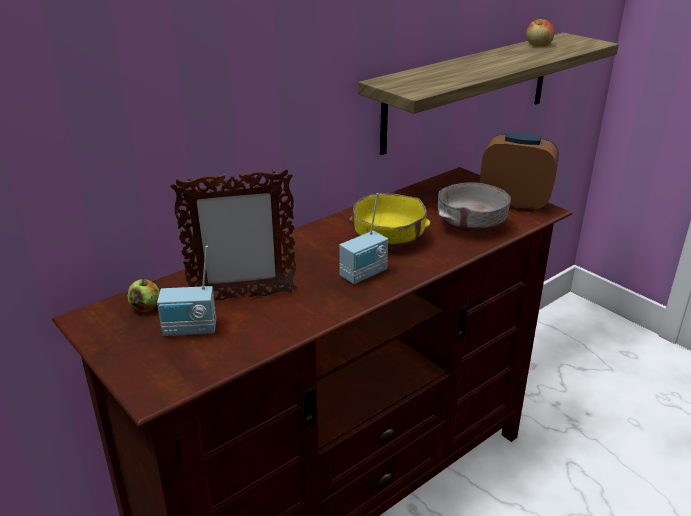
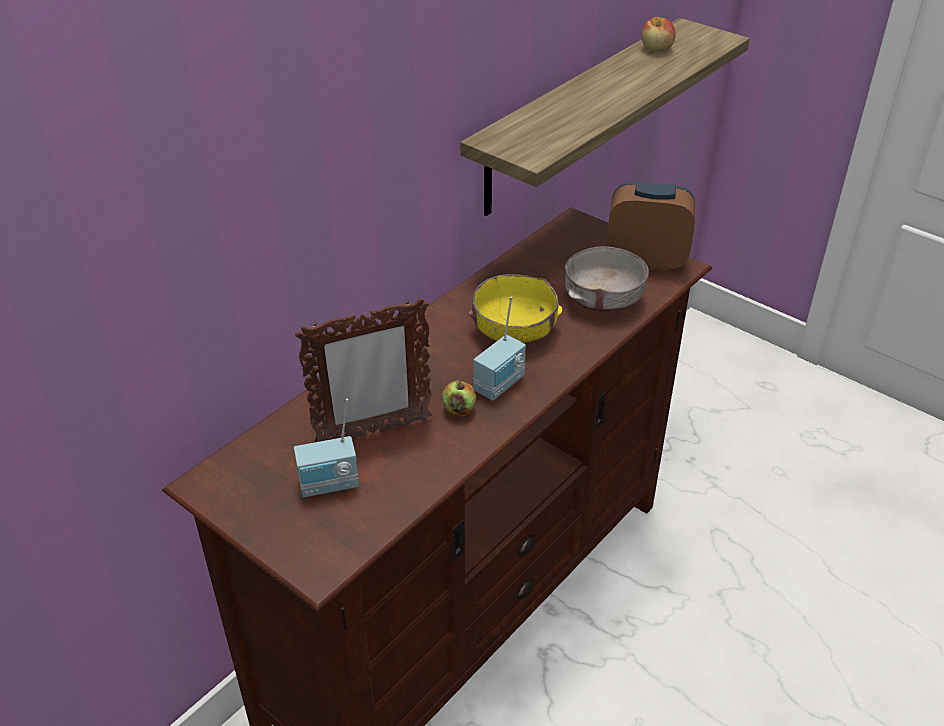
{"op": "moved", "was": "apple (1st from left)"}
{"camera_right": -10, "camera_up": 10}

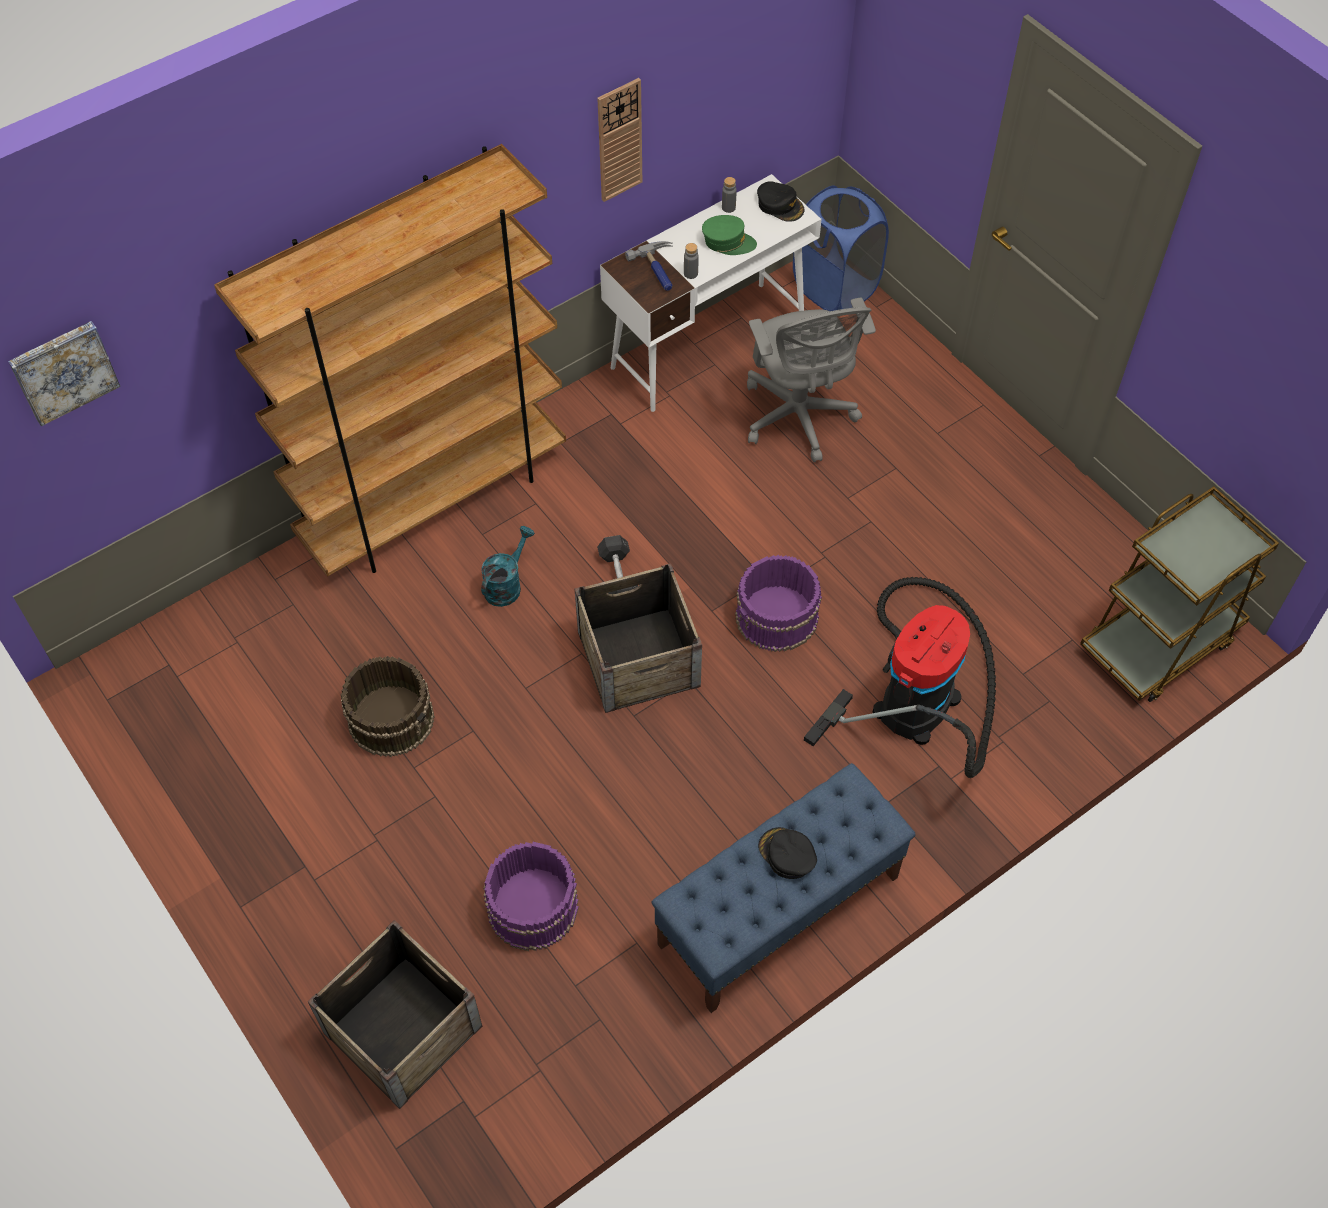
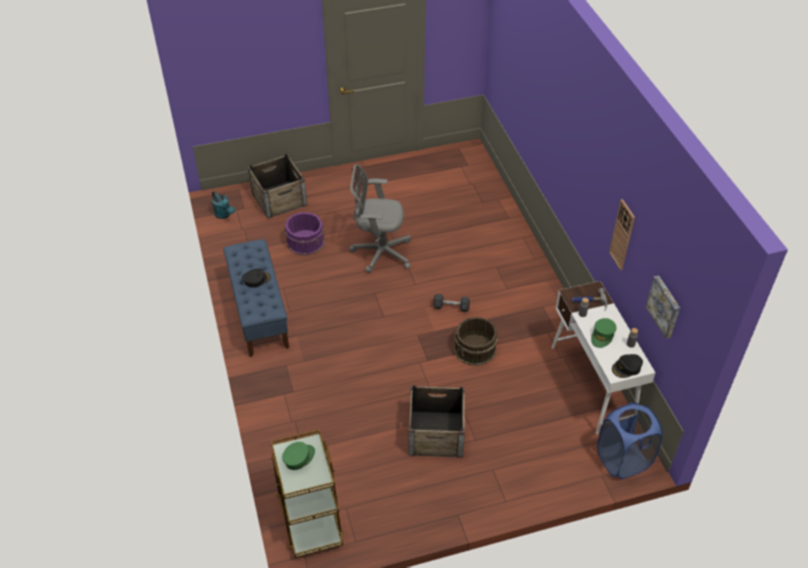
{"op": "moved", "was": "turquoise_sprinkling_can"}
{"op": "added", "now": "greenish_peaked_cap (1st from left)"}
{"op": "moved", "was": "greyish_computer_chair"}
{"op": "moved", "was": "shipping_crate (2nd from left)"}
{"op": "moved", "was": "brownish_water_bucket"}
{"op": "moved", "was": "picture"}
{"op": "removed", "was": "brownish_bookcase"}
{"op": "removed", "was": "purple-coloured_water_bucket (2nd from left)"}
{"op": "removed", "was": "hoover"}
{"camera_right": 110, "camera_up": -10}

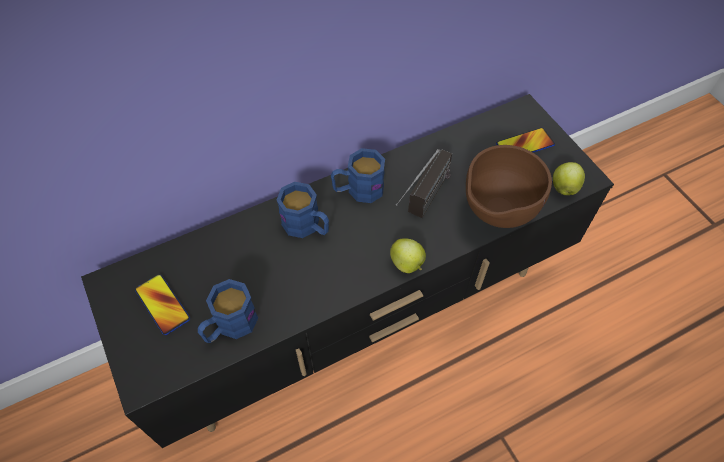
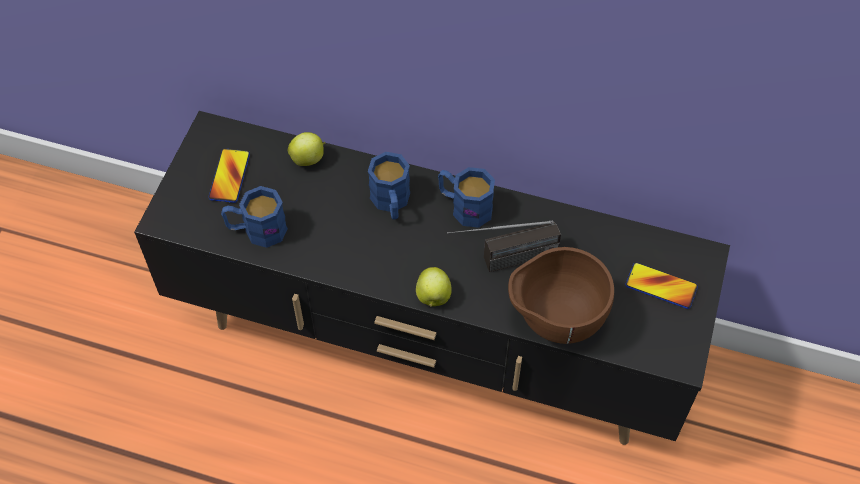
{"op": "moved", "was": "apple (2nd from left in the first image)", "now": "apple (1st from left)"}
{"camera_right": 45, "camera_up": 0}

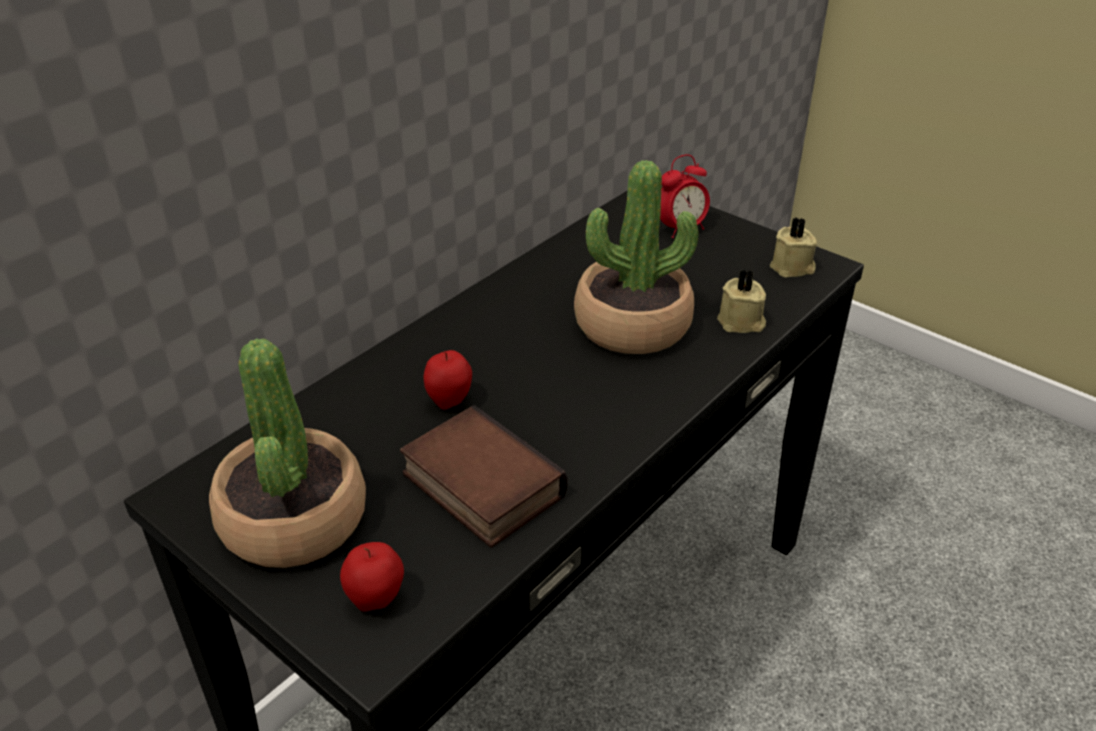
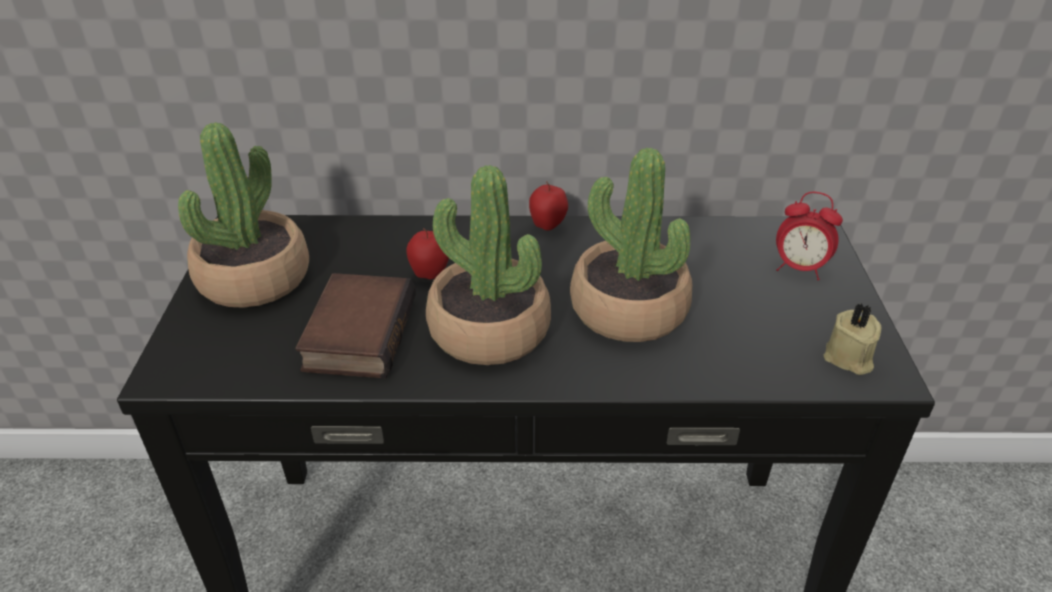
{"op": "added", "now": "potted_plant (2nd from left)"}
{"op": "moved", "was": "apple (1st from left in the first image)", "now": "apple (2nd from left)"}
{"op": "removed", "was": "sand-coloured_wax_light (1st from left)"}
{"camera_right": 50, "camera_up": 0}

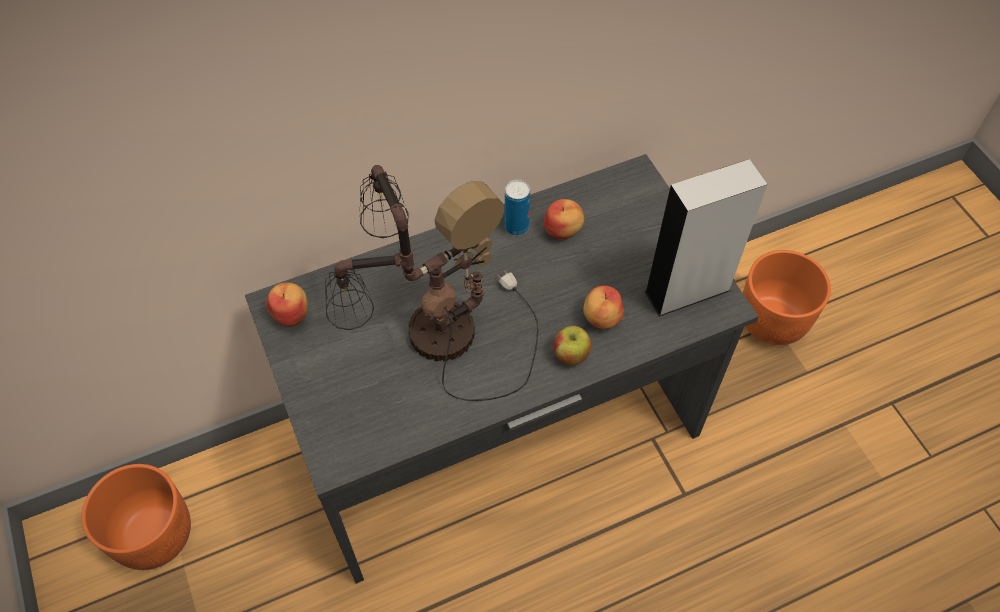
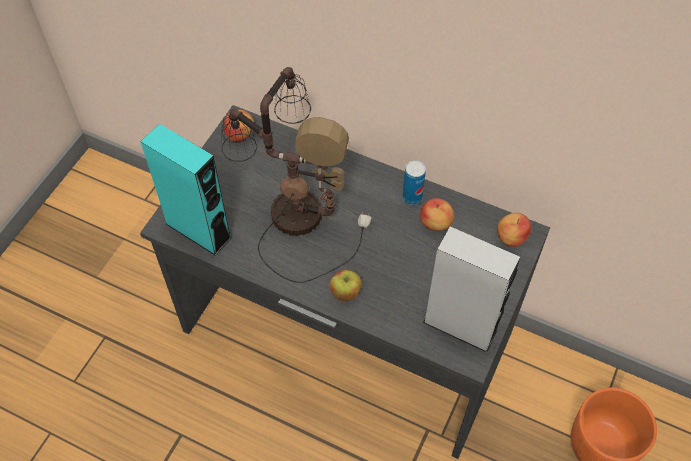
{"op": "added", "now": "turquoise_speaker"}
{"op": "moved", "was": "apple (4th from left)"}
{"op": "removed", "was": "orange-coloured_planter (1st from left)"}
{"camera_right": 50, "camera_up": 0}

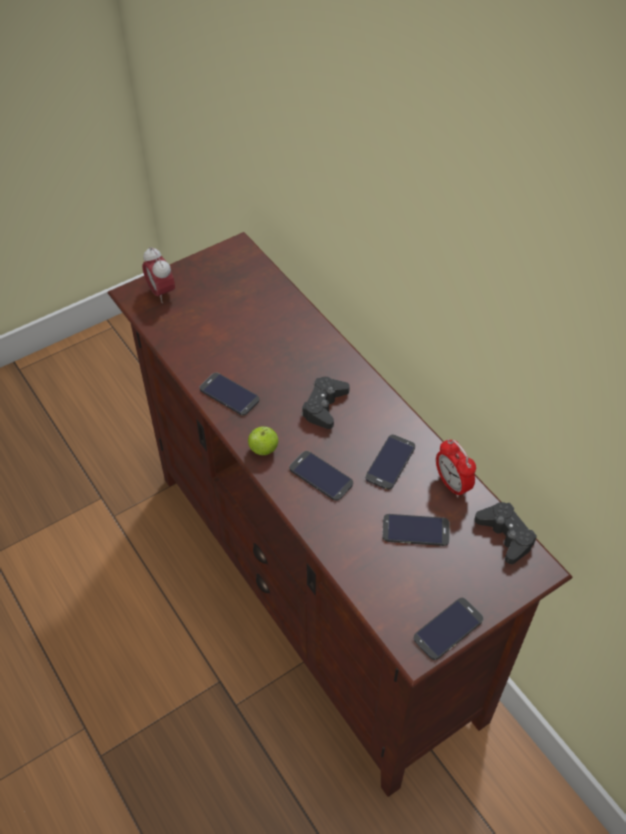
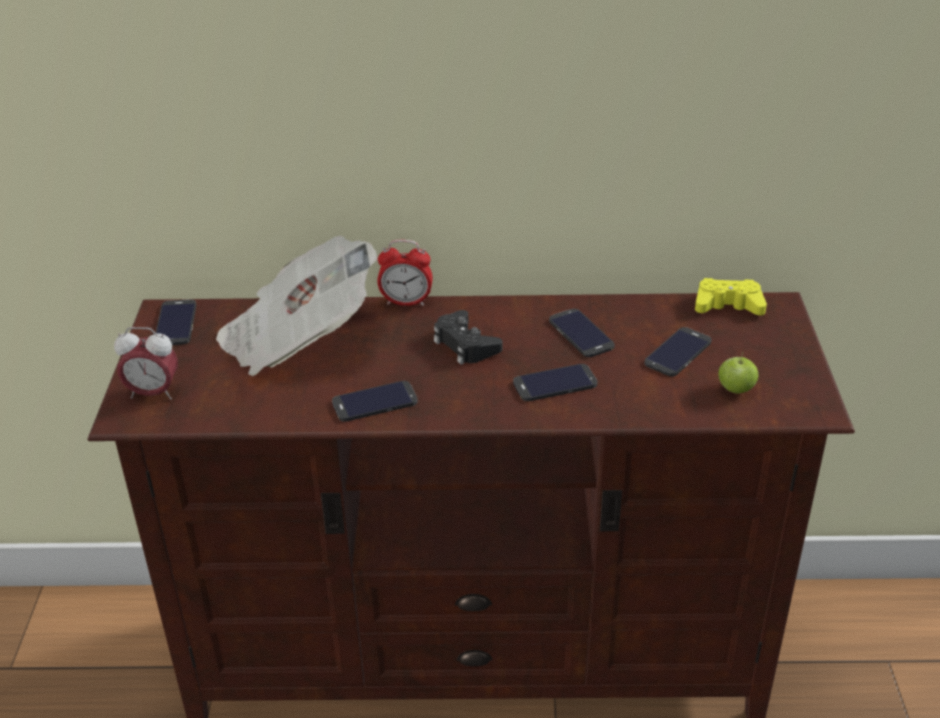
{"op": "moved", "was": "handset (5th from left in the first image)", "now": "handset (1st from left)"}
{"op": "added", "now": "printed_paper"}
{"op": "moved", "was": "bedside_clock (2nd from left)"}
{"op": "recoloured", "was": "black_gamepad (2nd from left)", "now": "yellow_gamepad"}
{"op": "moved", "was": "apple"}
{"camera_right": -55, "camera_up": -15}

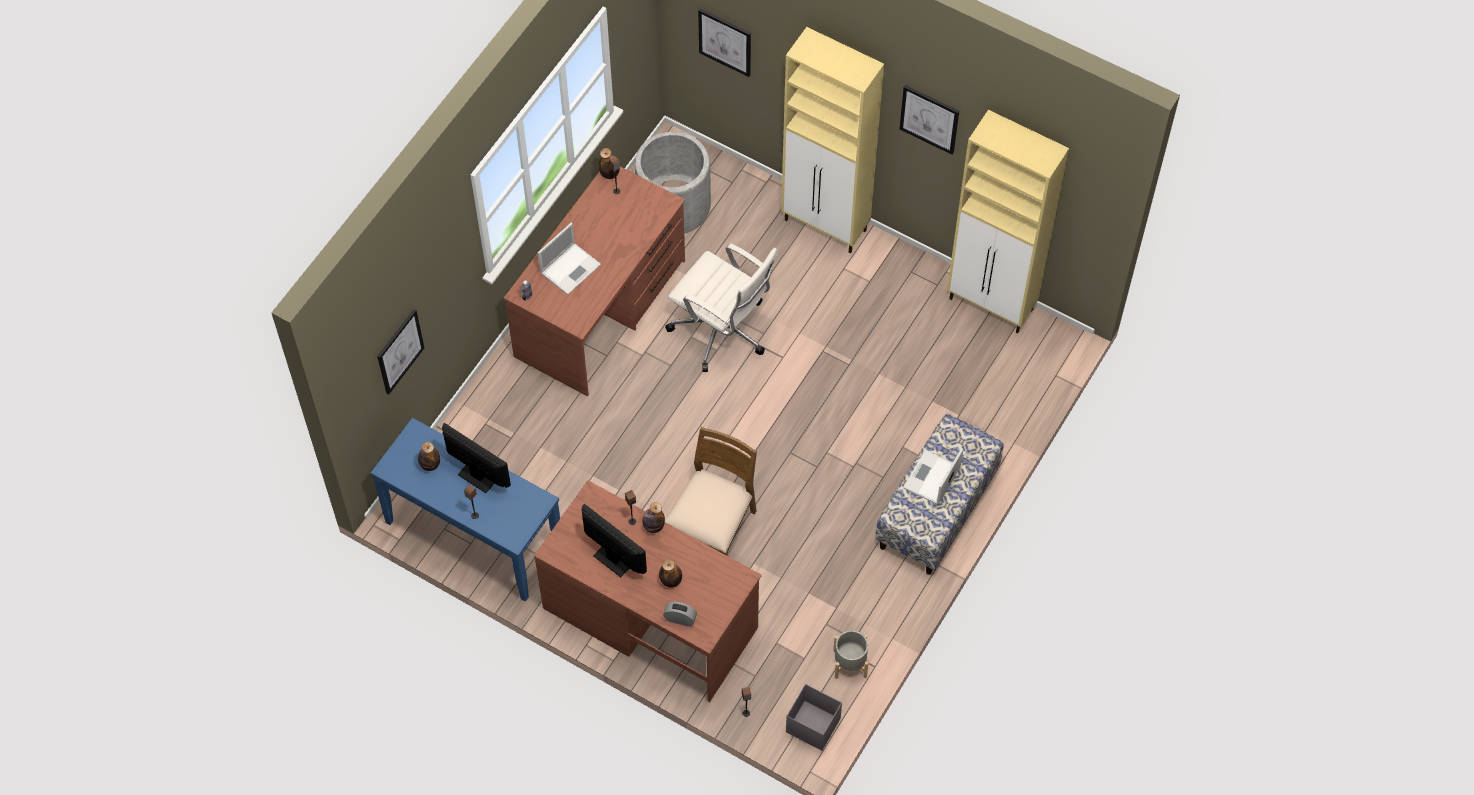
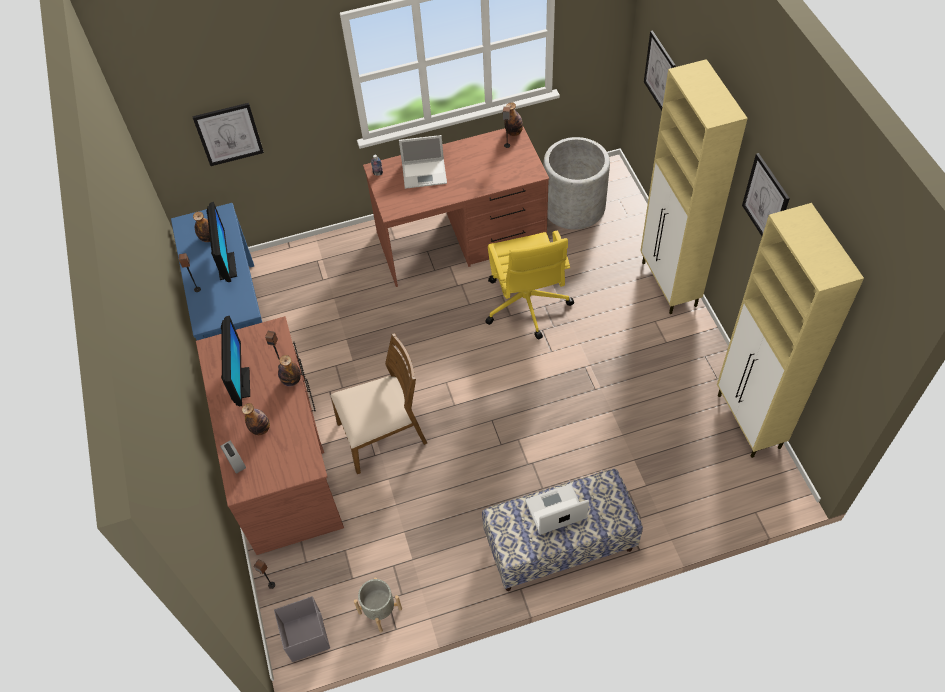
{"op": "recoloured", "was": "white_computer_chair", "now": "yellow_computer_chair"}
{"camera_right": 45, "camera_up": -5}

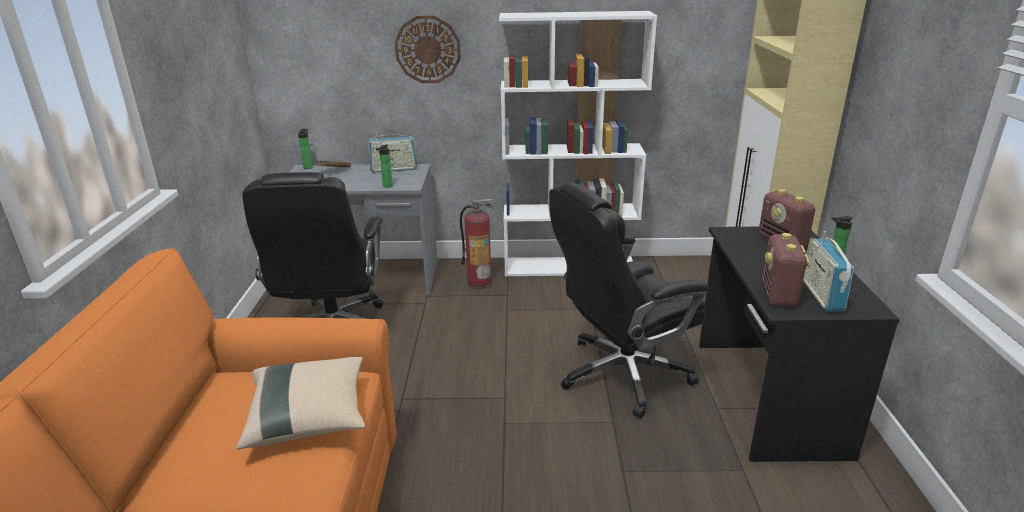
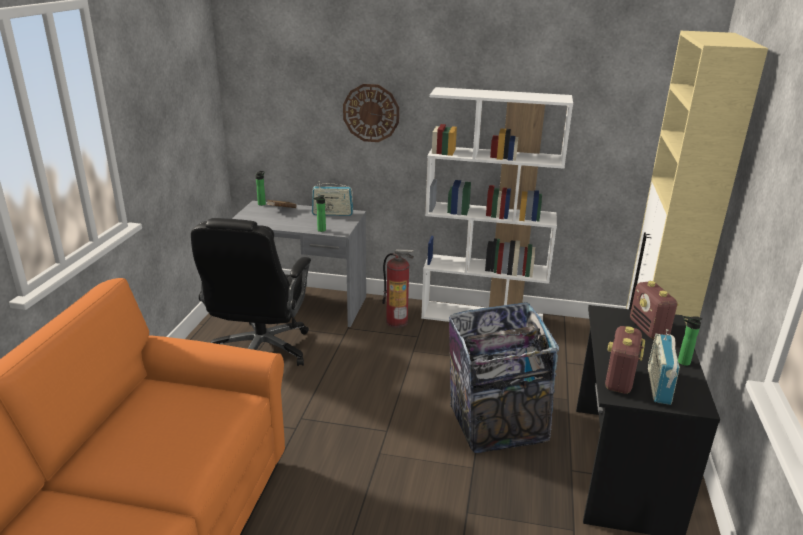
{"op": "replaced", "was": "black_computer_chair (2nd from left)", "now": "trash_can"}
{"op": "removed", "was": "sand-coloured_cushion"}
{"camera_right": 10, "camera_up": 0}

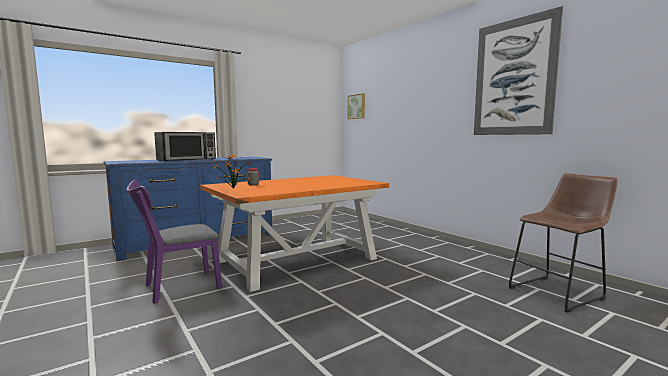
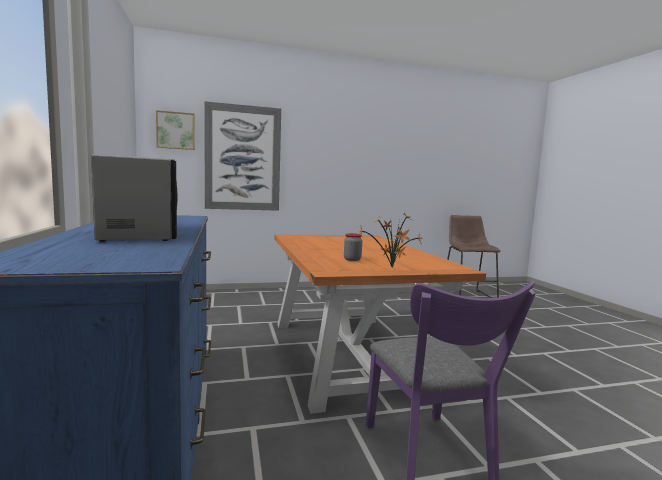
{"op": "moved", "was": "picture (2nd from left)"}
{"camera_right": -70, "camera_up": 0}

